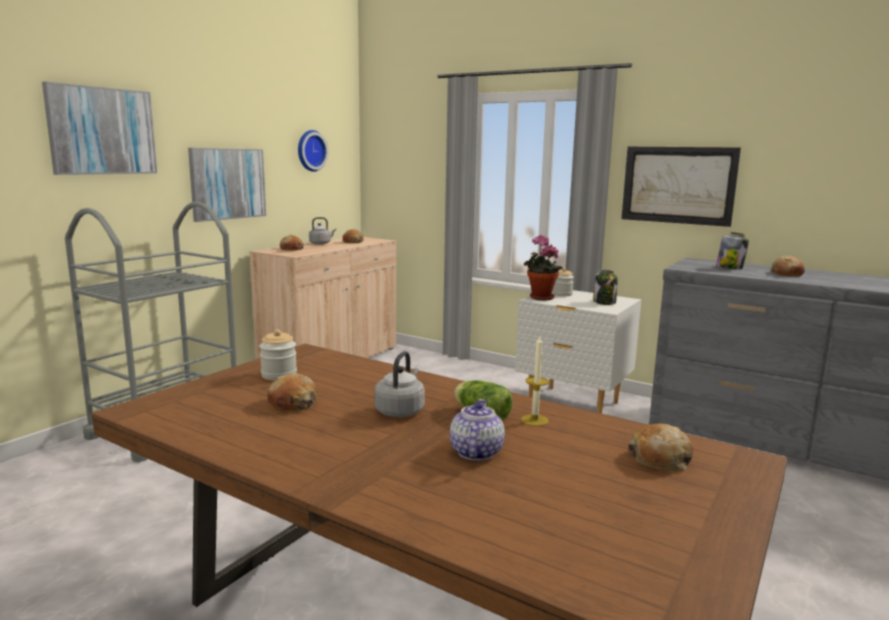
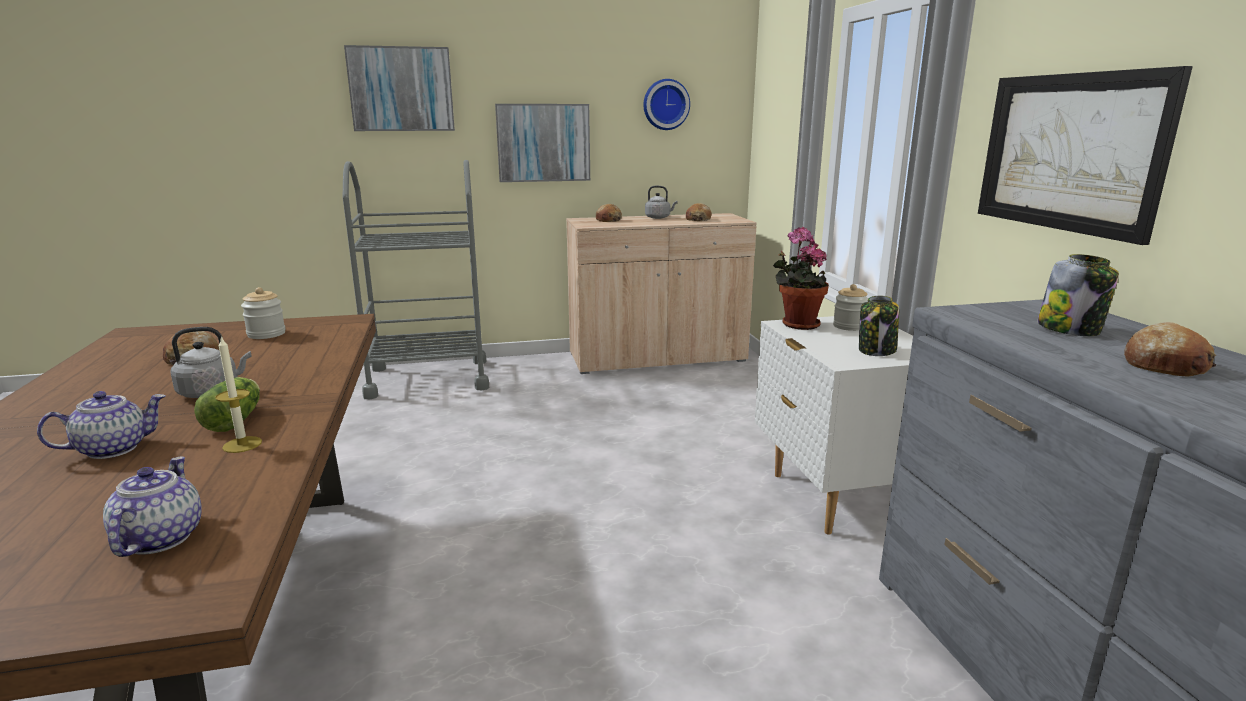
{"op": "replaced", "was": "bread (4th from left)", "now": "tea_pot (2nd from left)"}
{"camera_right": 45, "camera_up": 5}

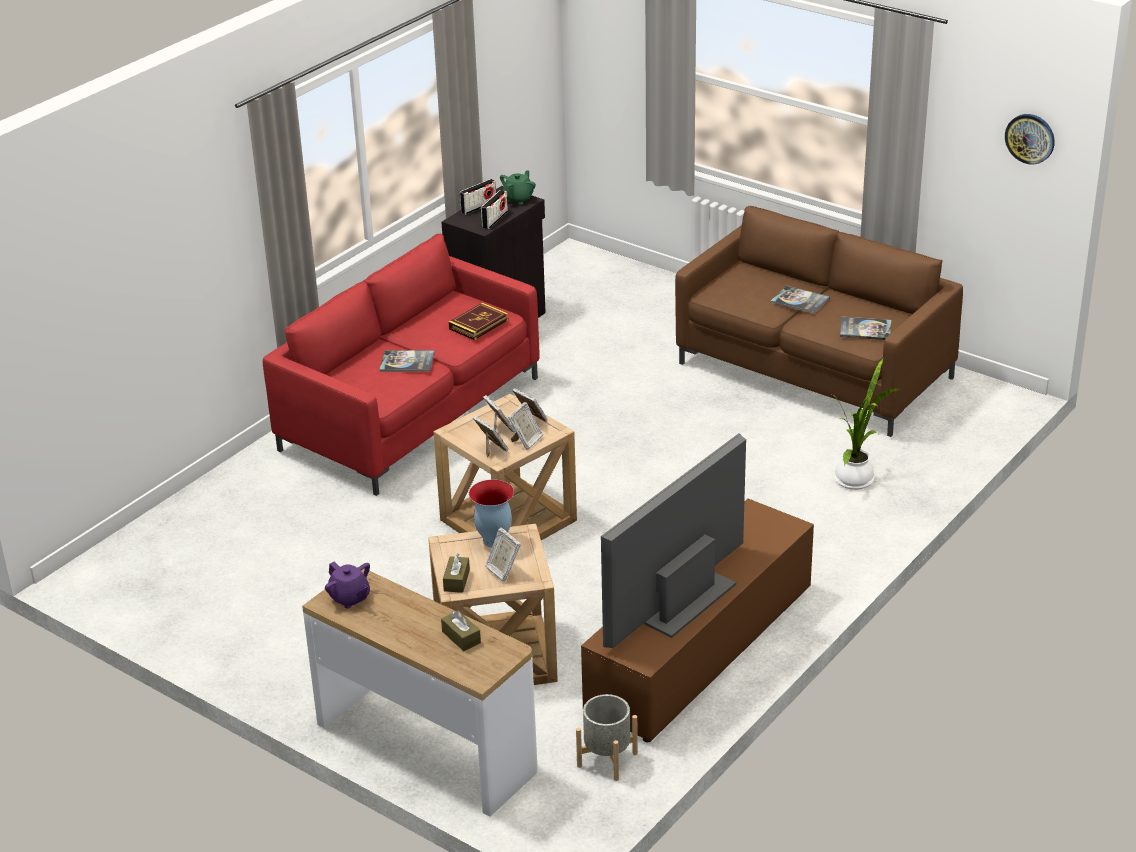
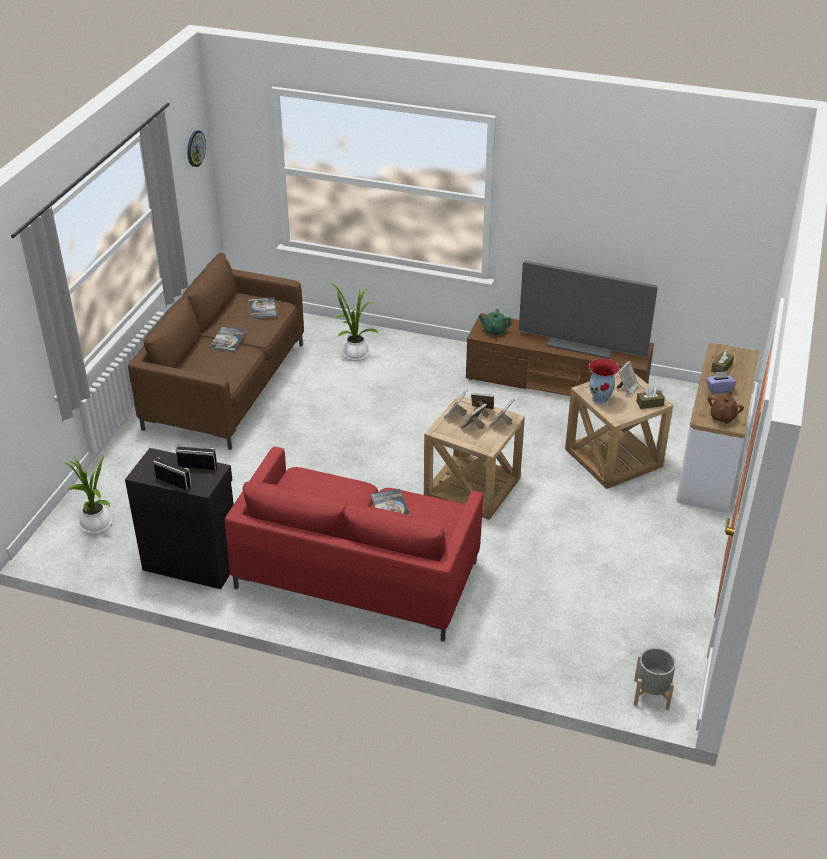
{"op": "added", "now": "potted_plant (1st from left)"}
{"op": "moved", "was": "greenish_tea_pot"}
{"op": "moved", "was": "greyish_planter"}
{"op": "added", "now": "purple-coloured_tissue_holder"}
{"op": "recoloured", "was": "purple-coloured_tea_pot", "now": "brownish_tea_pot"}
{"op": "removed", "was": "bound_book (2nd from left)"}
{"camera_right": -110, "camera_up": 5}

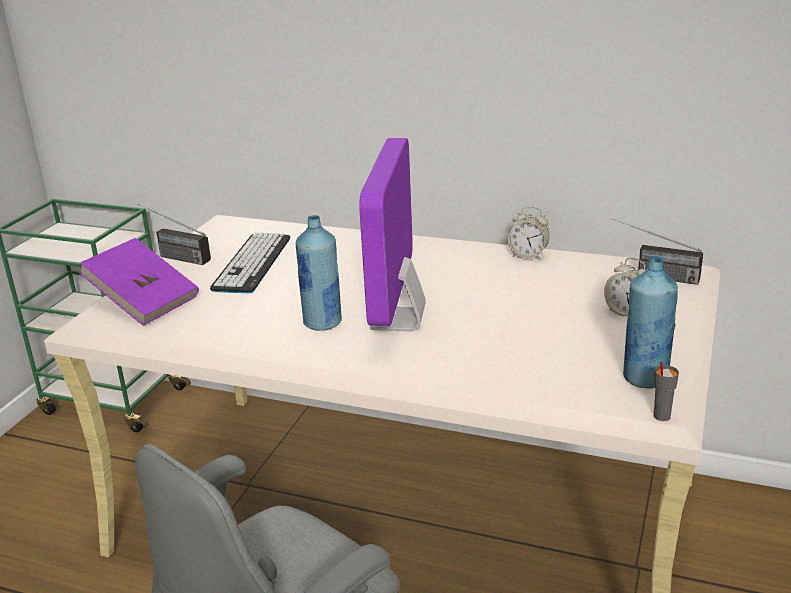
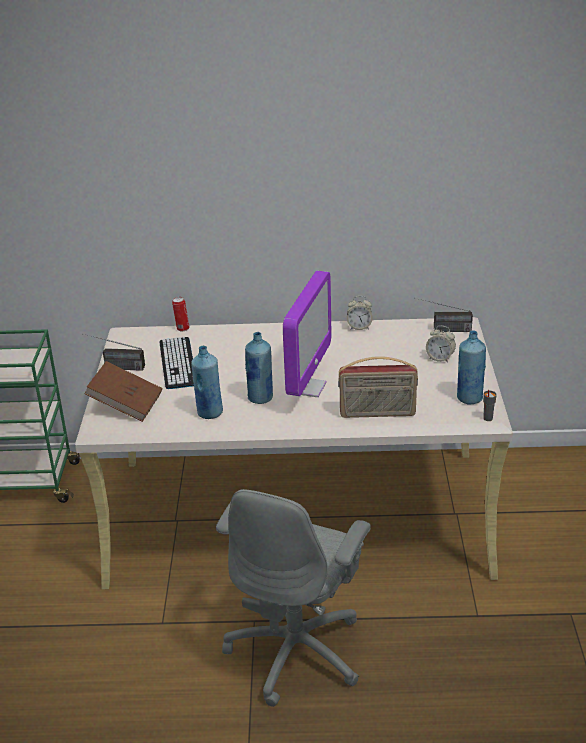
{"op": "recoloured", "was": "purple-coloured_bound_book", "now": "brownish_bound_book"}
{"op": "added", "now": "metal_can"}
{"op": "added", "now": "blue-coloured_drink_bottle (1st from left)"}
{"op": "turned", "was": "computer_screen", "clockwise": -150}
{"op": "added", "now": "radio (2nd from left)"}
{"camera_right": -20, "camera_up": 5}

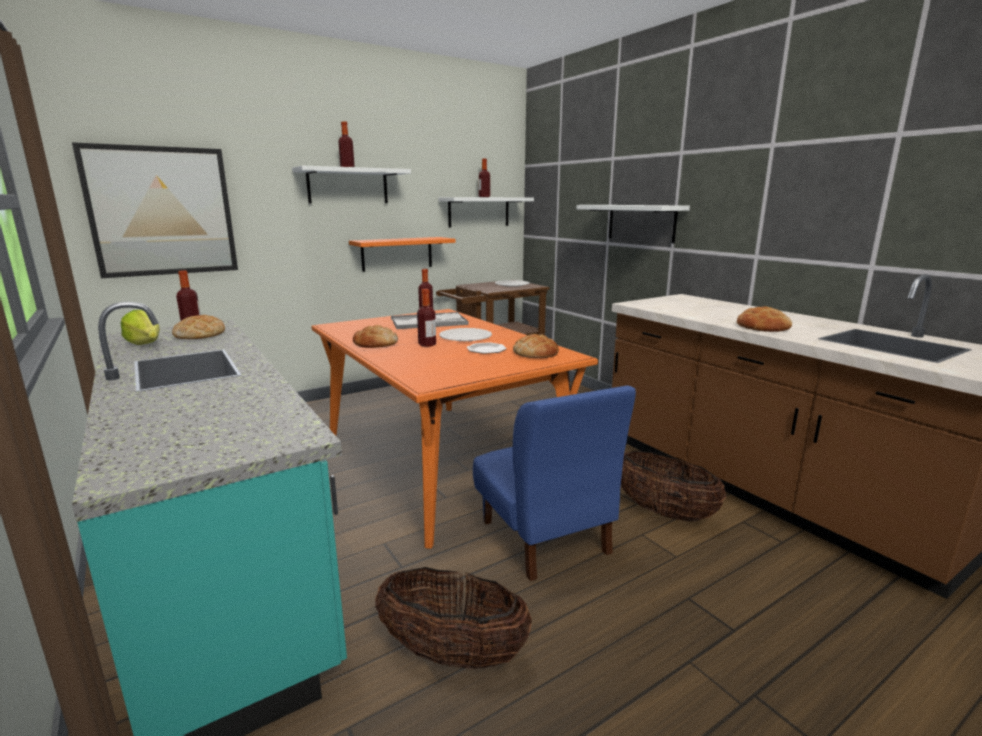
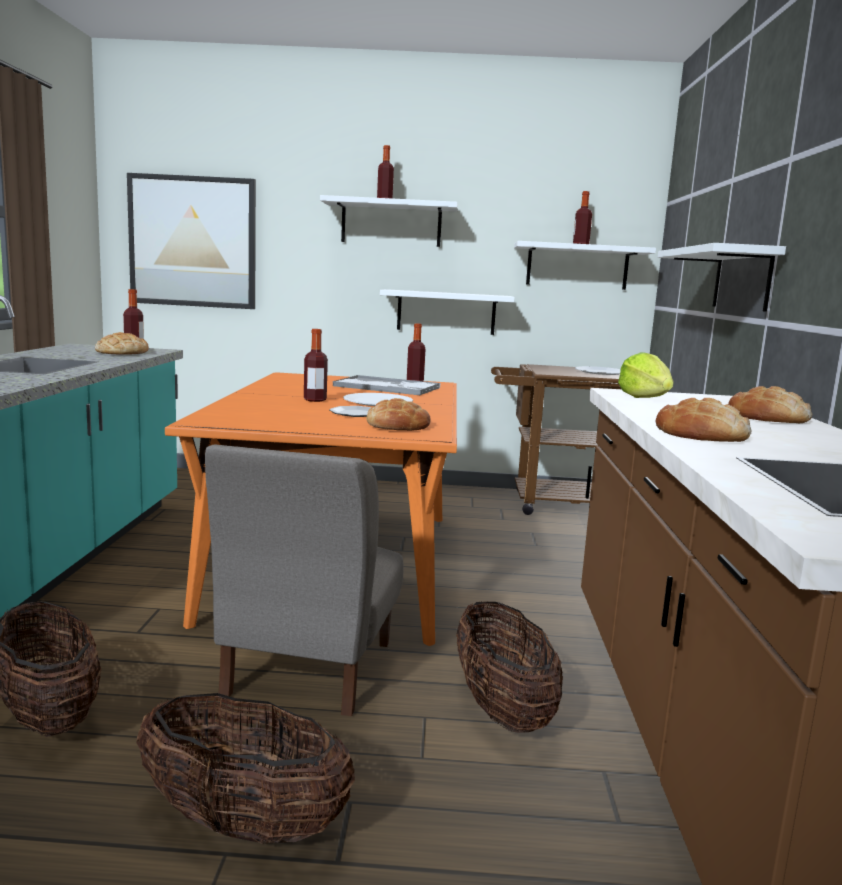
{"op": "added", "now": "household_basket (2nd from left)"}
{"op": "recoloured", "was": "blue-coloured_chair", "now": "greyish_chair"}
{"op": "recoloured", "was": "orange-coloured_wall_shelf", "now": "white_wall_shelf (2nd from left)"}
{"op": "moved", "was": "lettuce"}
{"op": "moved", "was": "bread (2nd from left in the first image)", "now": "bread (4th from left)"}
{"camera_right": 35, "camera_up": -5}

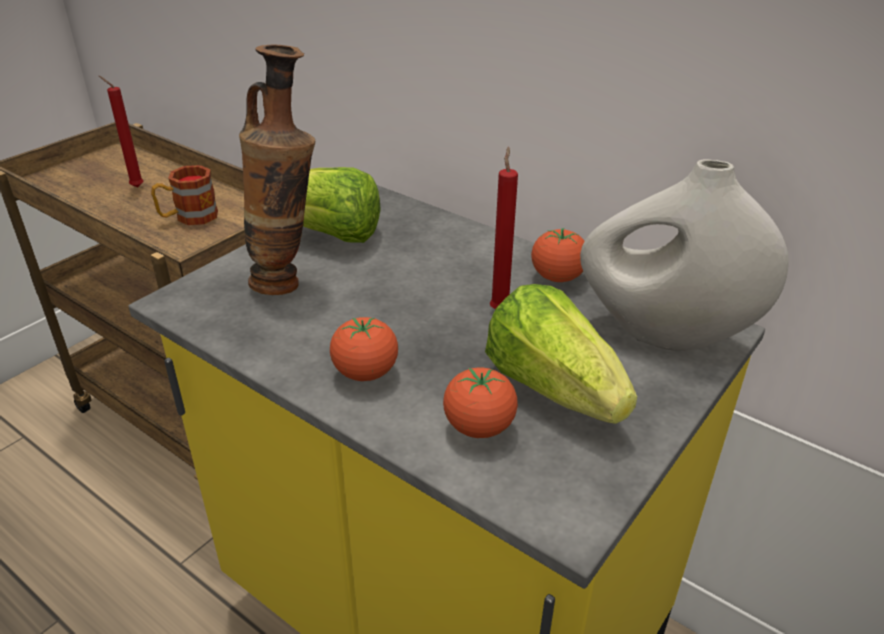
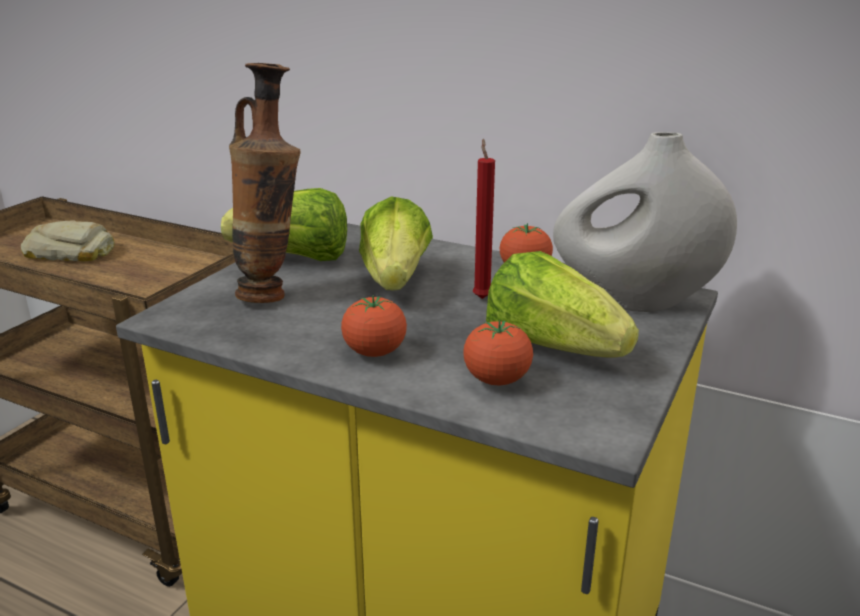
{"op": "replaced", "was": "reddish_wax_light (1st from left)", "now": "bread"}
{"op": "added", "now": "lettuce (2nd from left)"}
{"op": "removed", "was": "tea_mug"}
{"camera_right": -10, "camera_up": -10}

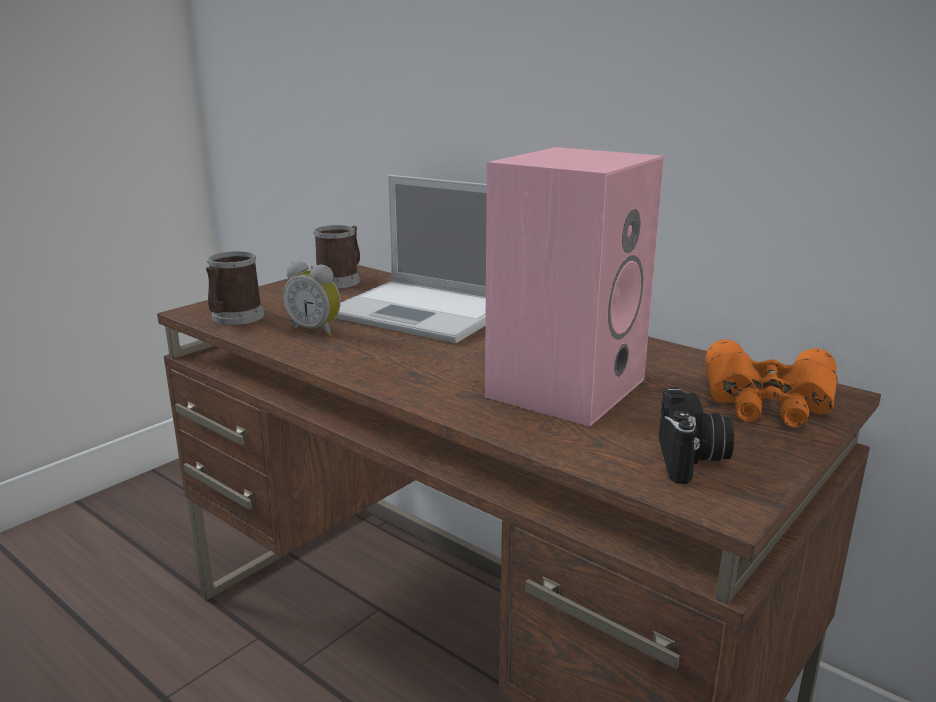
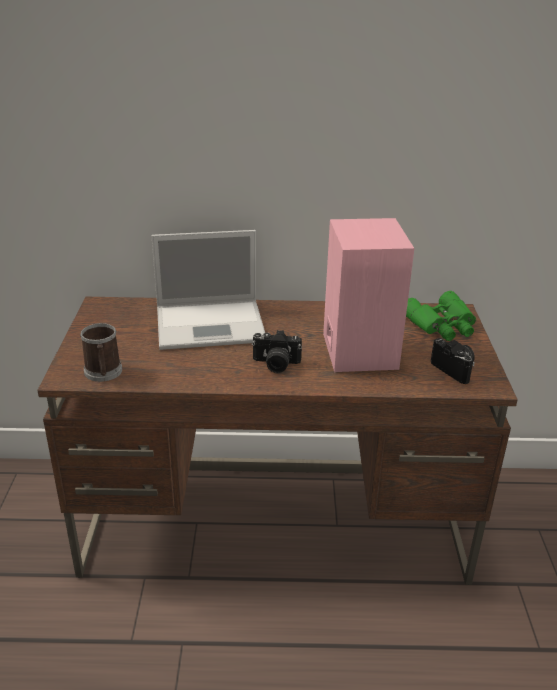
{"op": "added", "now": "photo_camera (1st from left)"}
{"op": "recoloured", "was": "orange-coloured_pair_of_binoculars", "now": "greenish_pair_of_binoculars"}
{"op": "removed", "was": "bedside_clock"}
{"op": "removed", "was": "tea_mug (2nd from left)"}
{"camera_right": -40, "camera_up": 10}

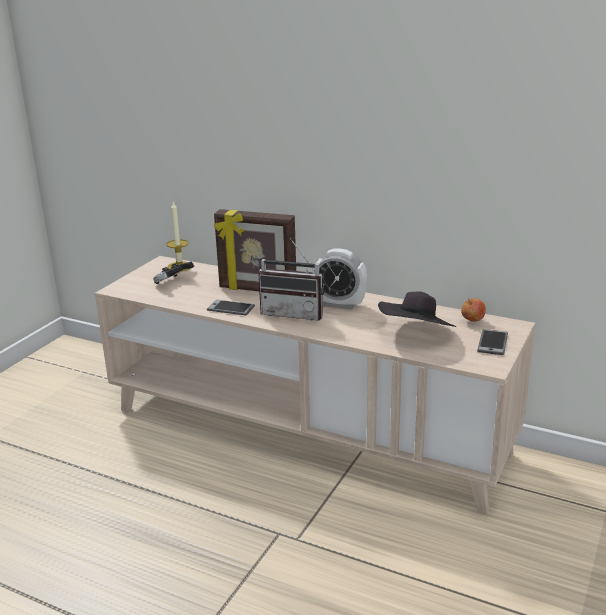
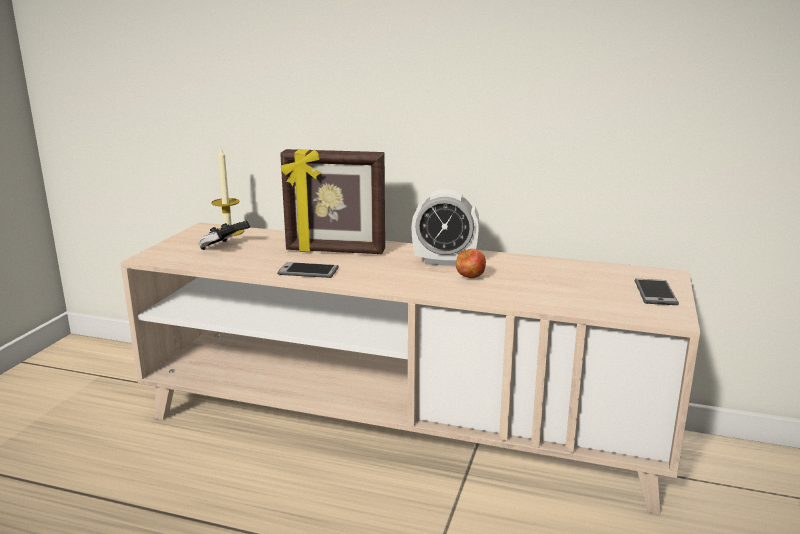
{"op": "moved", "was": "apple"}
{"op": "removed", "was": "radio"}
{"op": "removed", "was": "black_hat"}
{"camera_right": -10, "camera_up": -5}

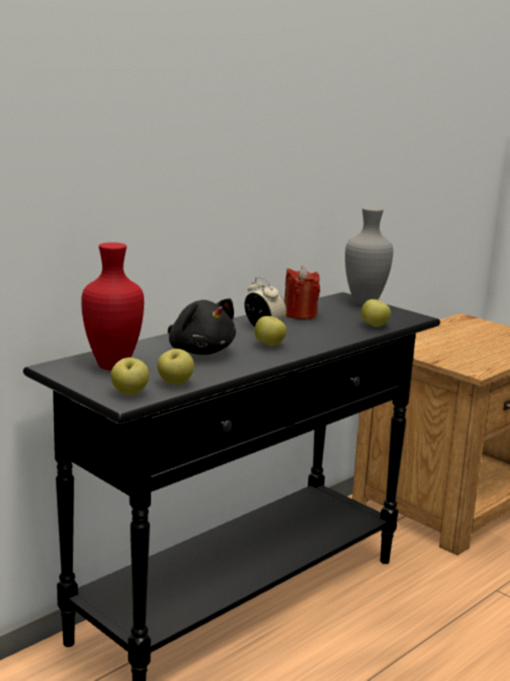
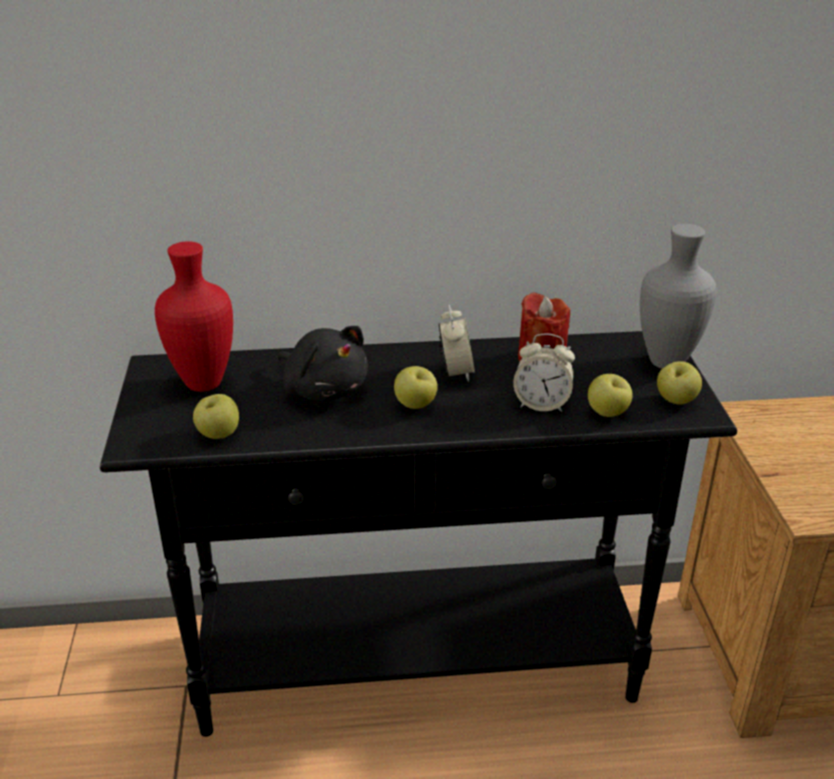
{"op": "turned", "was": "black_cuddly_toy", "clockwise": -45}
{"op": "added", "now": "bedside_clock (2nd from left)"}
{"op": "moved", "was": "apple (1st from left in the first image)", "now": "apple (4th from left)"}
{"camera_right": 40, "camera_up": 15}

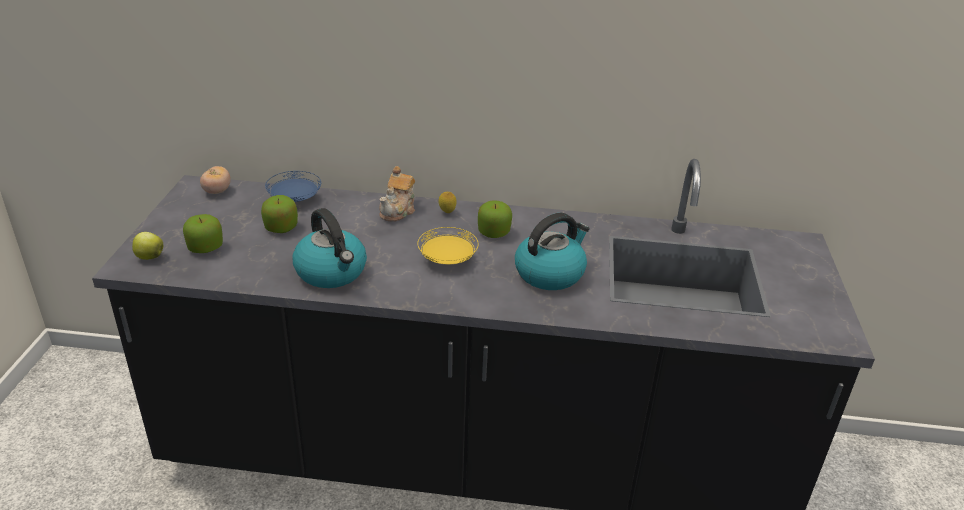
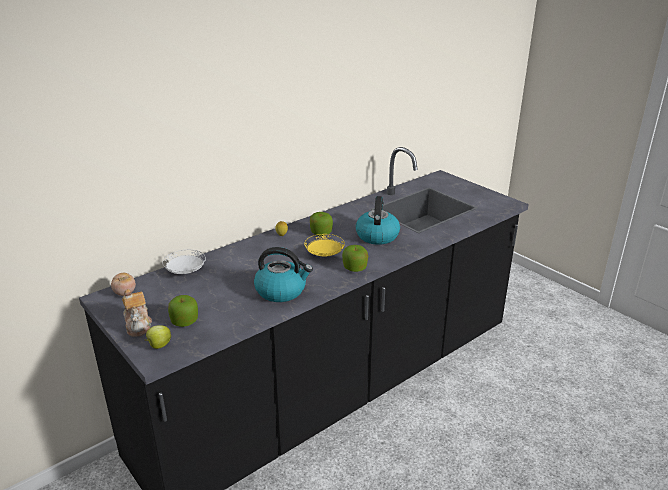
{"op": "moved", "was": "tea_pot"}
{"op": "recoloured", "was": "blue-coloured_plate", "now": "white_plate"}
{"op": "moved", "was": "apple (3rd from left in the first image)", "now": "apple (4th from left)"}
{"camera_right": -45, "camera_up": -5}

